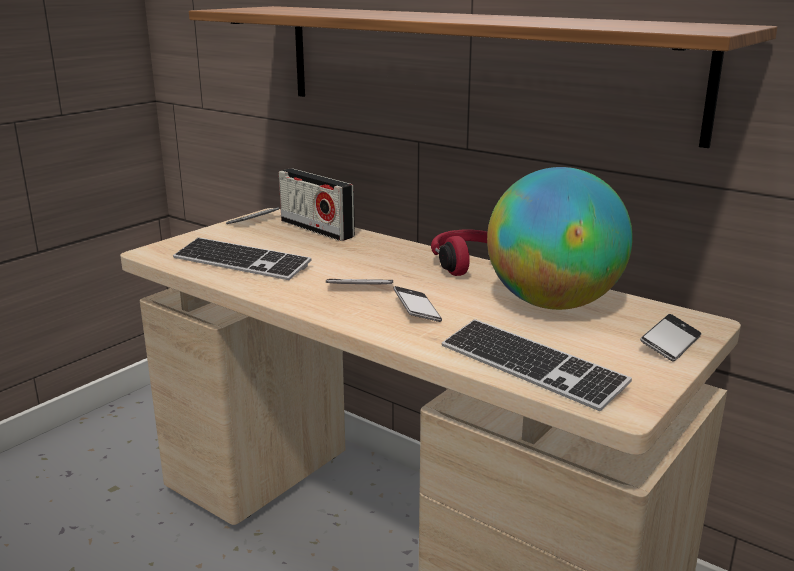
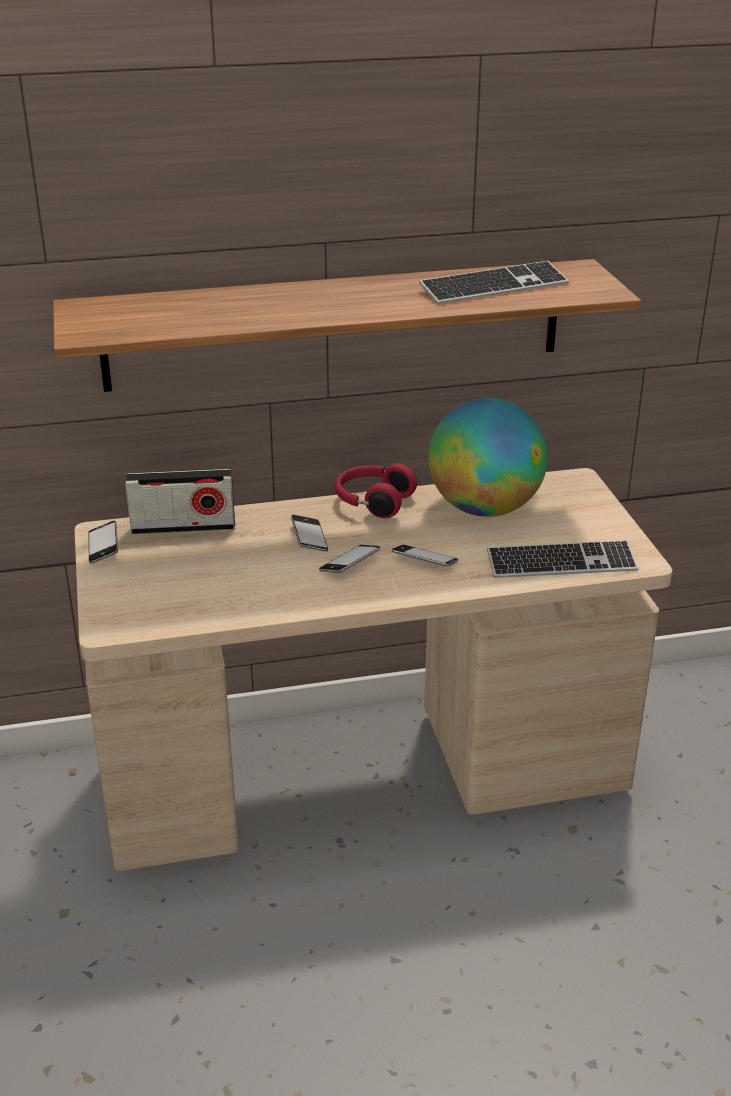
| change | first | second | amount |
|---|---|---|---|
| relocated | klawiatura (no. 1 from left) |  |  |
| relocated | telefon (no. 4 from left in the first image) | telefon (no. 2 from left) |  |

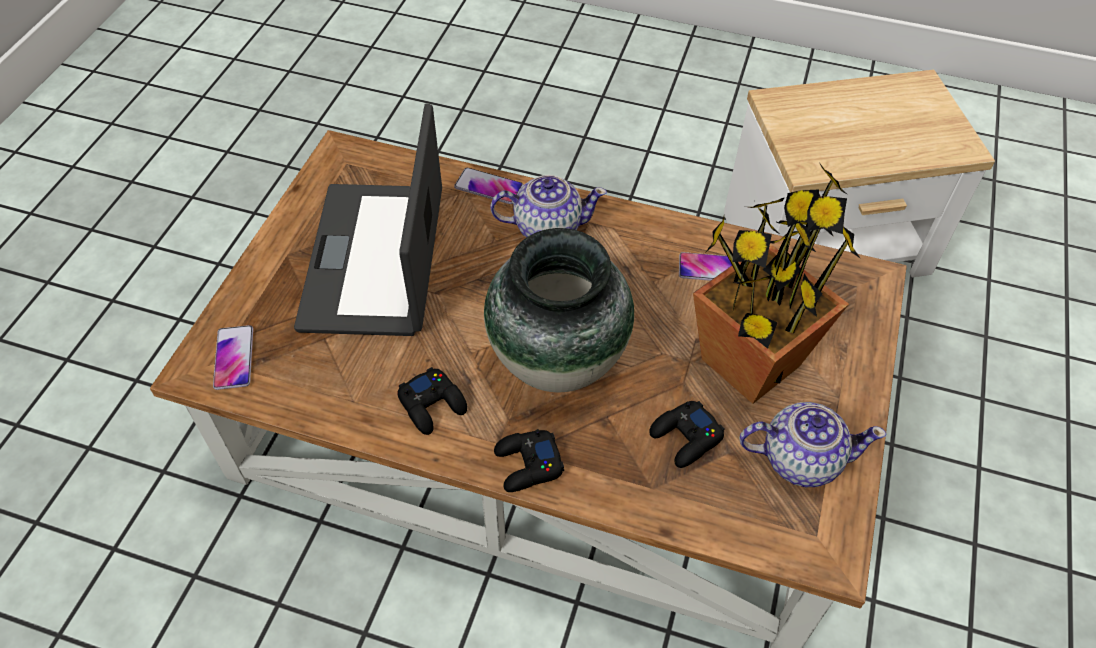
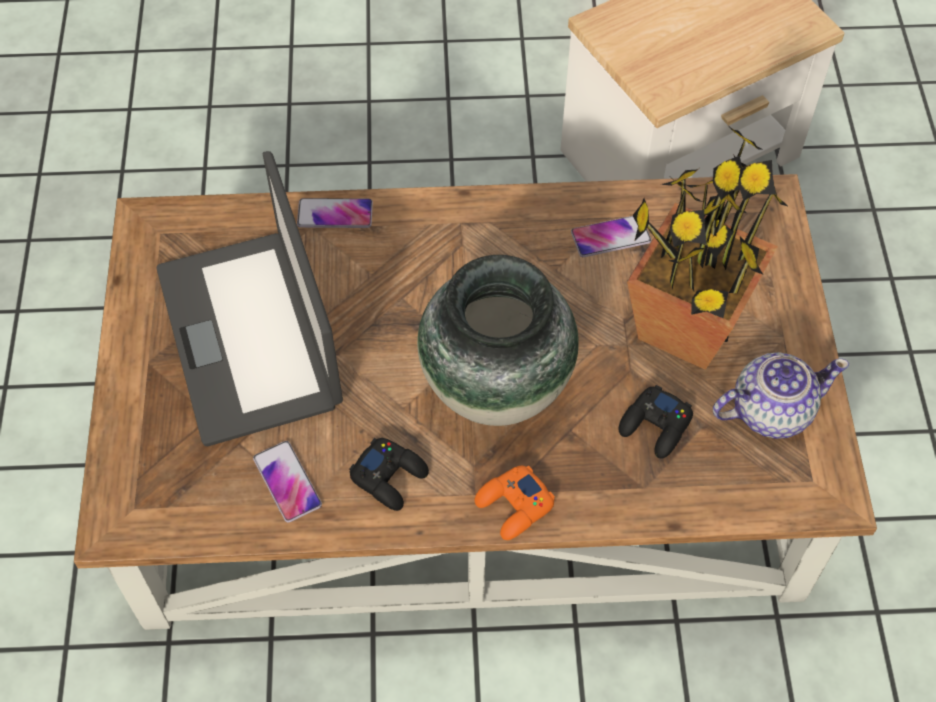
| change | first | second | amount |
|---|---|---|---|
| missing | imbryk (no. 1 from left) |  |  |
| relocated | telefon (no. 1 from left) |  |  |
| colour | pad do gier [czarny] (no. 2 from left) | pad do gier [pomarańczowy] |  |

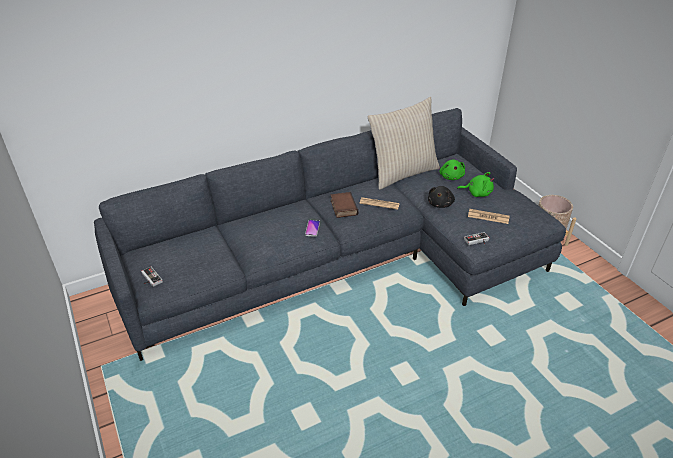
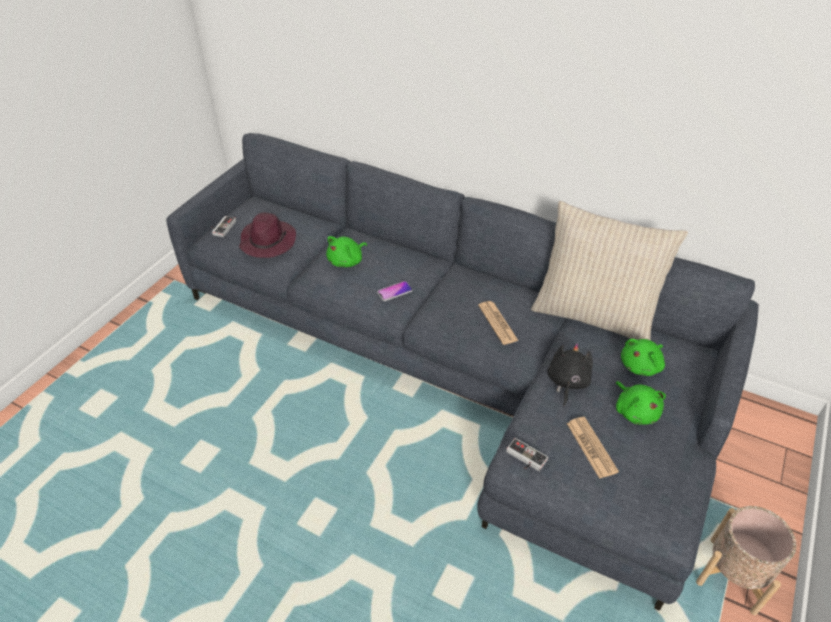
| change | first | second | amount |
|---|---|---|---|
| spun | pluszak [czarny] |  | 120 degrees clockwise |
| missing | książka |  |  |
| appeared |  | kapelusz [fioletowy] |  |
| appeared |  | pluszak [zielony] (no. 1 from left) |  |

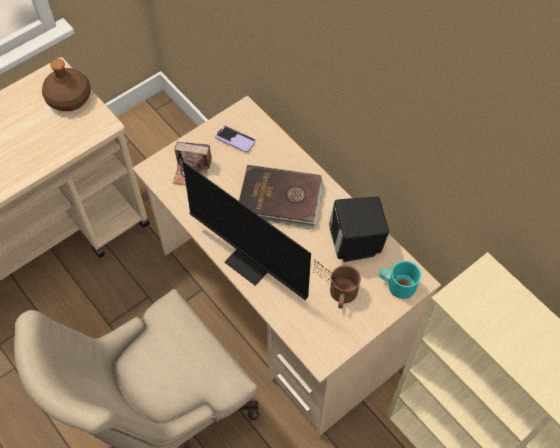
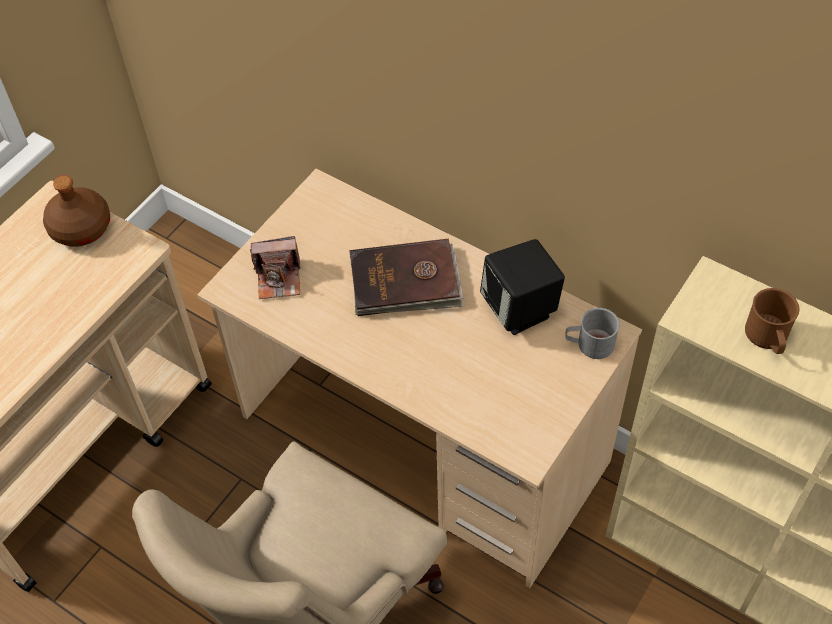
| change | first | second | amount |
|---|---|---|---|
| missing | telefon |  |  |
| missing | monitor |  |  |
| colour | kubek [turkusowy] | kubek [szary] |  |
| relocated | kubek [brązowy] |  |  |

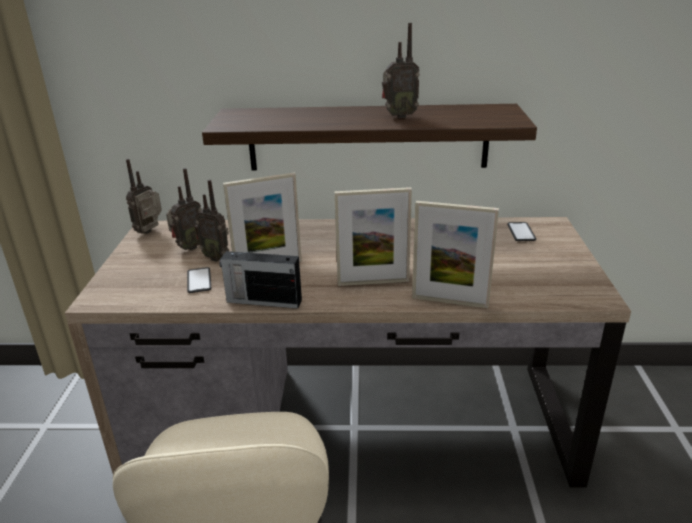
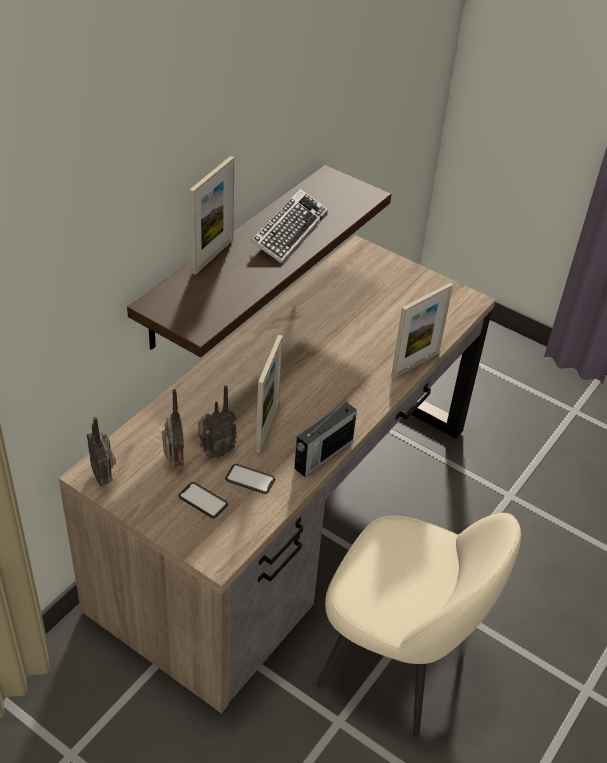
| change | first | second | amount |
|---|---|---|---|
| exchanged | radio (no. 5 from left) | klawiatura |  |
| relocated | ramka na zdjęcie (no. 2 from left in the first image) | ramka na zdjęcie (no. 1 from left) |  |
| relocated | telefon (no. 2 from left in the first image) | telefon (no. 1 from left) |  |

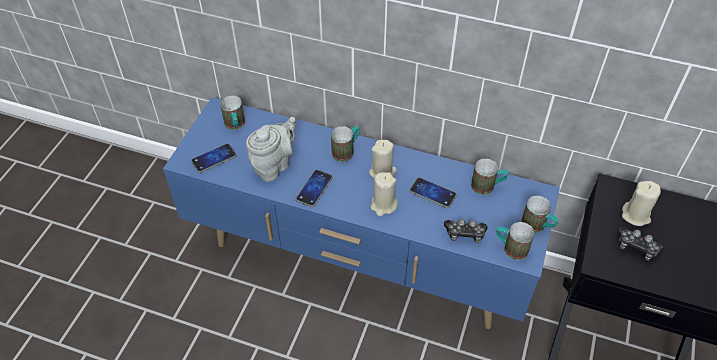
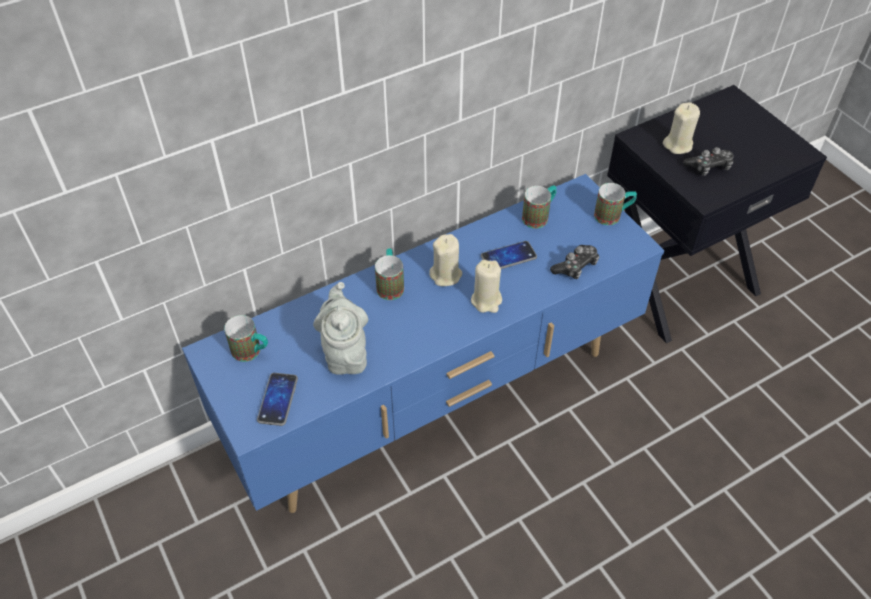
| change | first | second | amount |
|---|---|---|---|
| missing | telefon (no. 2 from left) |  |  |
| missing | kubek (no. 4 from left) |  |  |

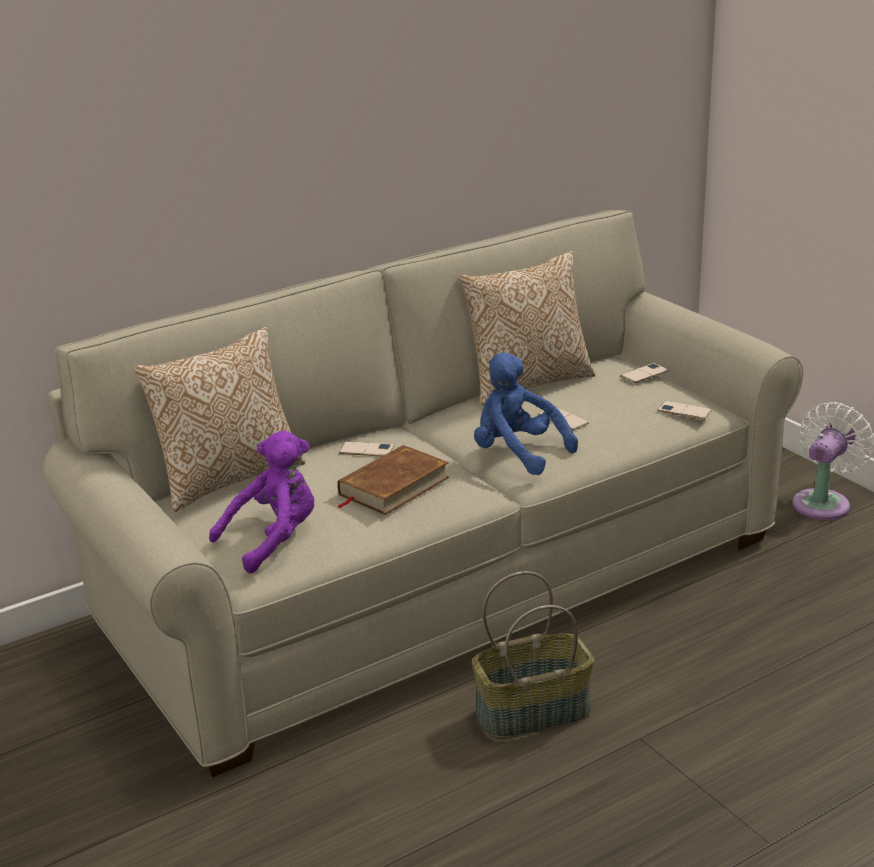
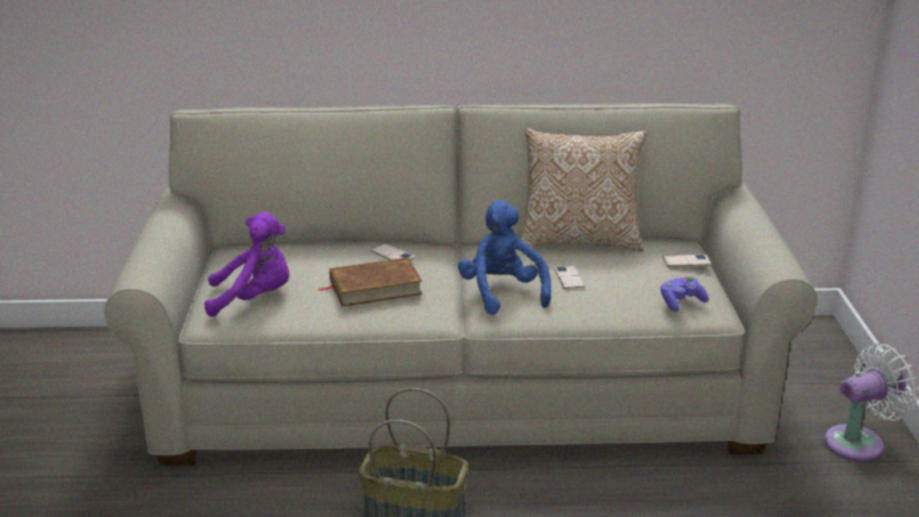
| change | first | second | amount |
|---|---|---|---|
| missing | poduszka (no. 1 from left) |  |  |
| exchanged | telefon (no. 4 from left) | pad do gier [fioletowy] |  |

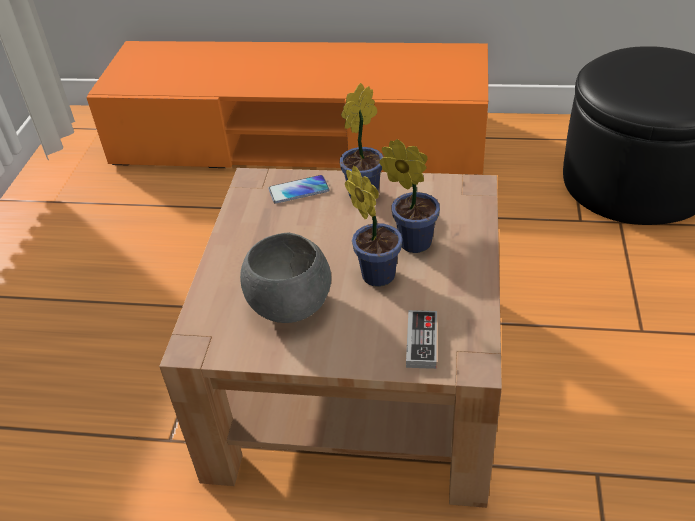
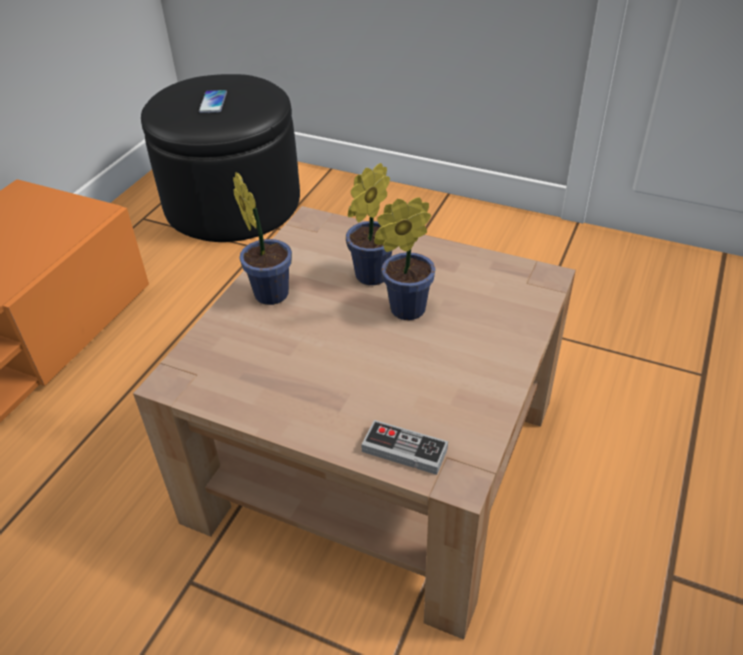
| change | first | second | amount |
|---|---|---|---|
| relocated | telefon |  |  |
| missing | miska [szary] |  |  |
| relocated | pad do gier |  |  |

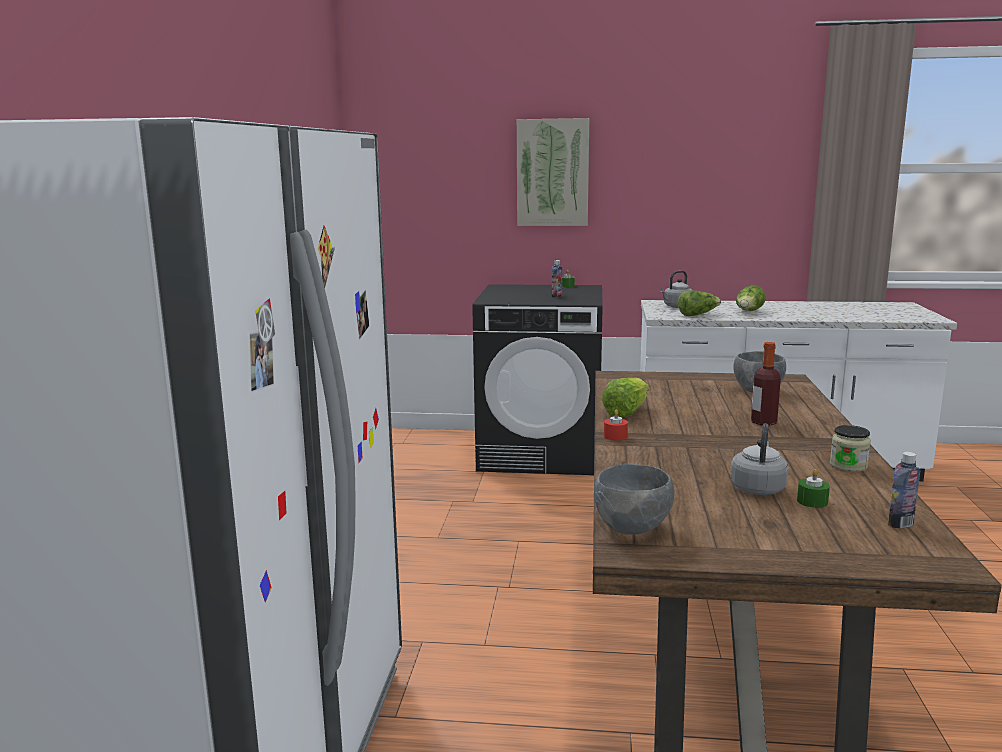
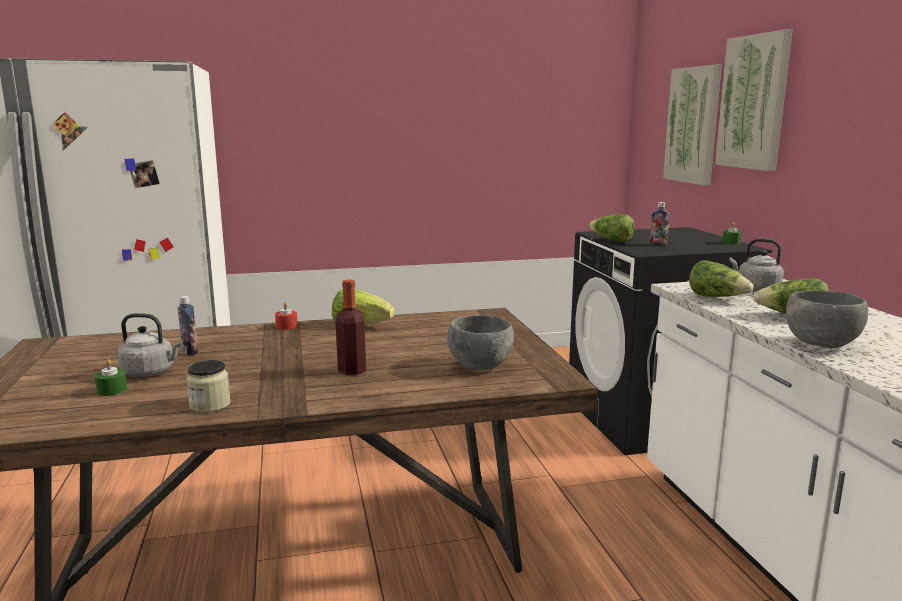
| change | first | second | amount |
|---|---|---|---|
| relocated | butelka (no. 3 from left in the first image) | butelka (no. 1 from left) |  |
| relocated | miska [szary] (no. 1 from left in the first image) | miska [szary] (no. 2 from left) |  |
| appeared |  | obraz (no. 1 from left) |  |
| appeared |  | sałata (no. 2 from left) |  |

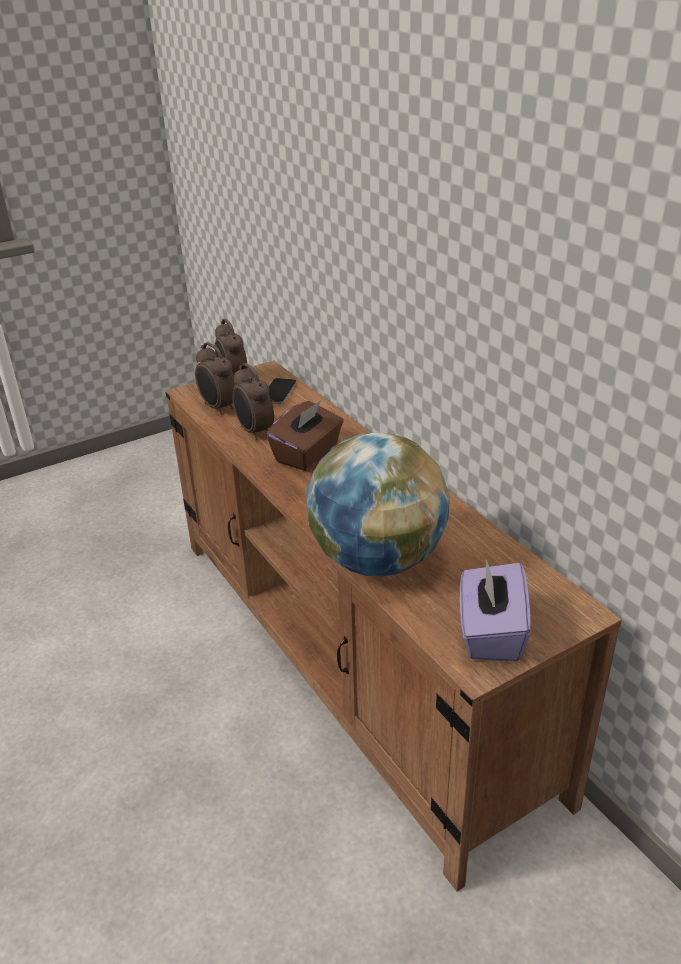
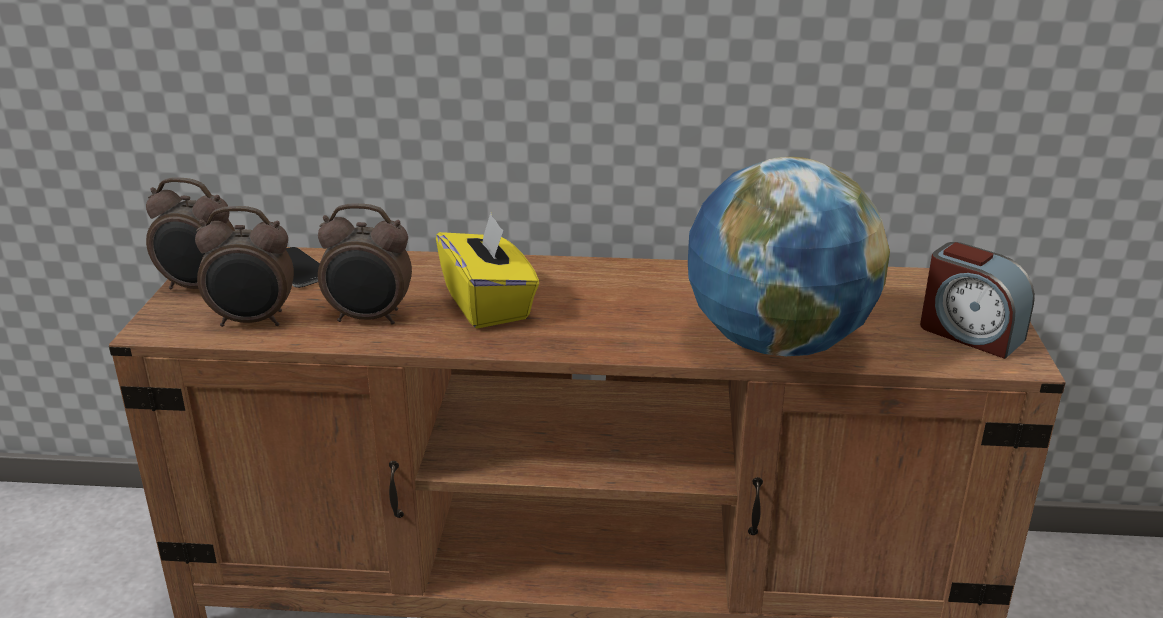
| change | first | second | amount |
|---|---|---|---|
| colour | pudełko chusteczek [brązowy] | pudełko chusteczek [żółty] |  |
| exchanged | pudełko chusteczek [fioletowy] | budzik (no. 4 from left) |  |

